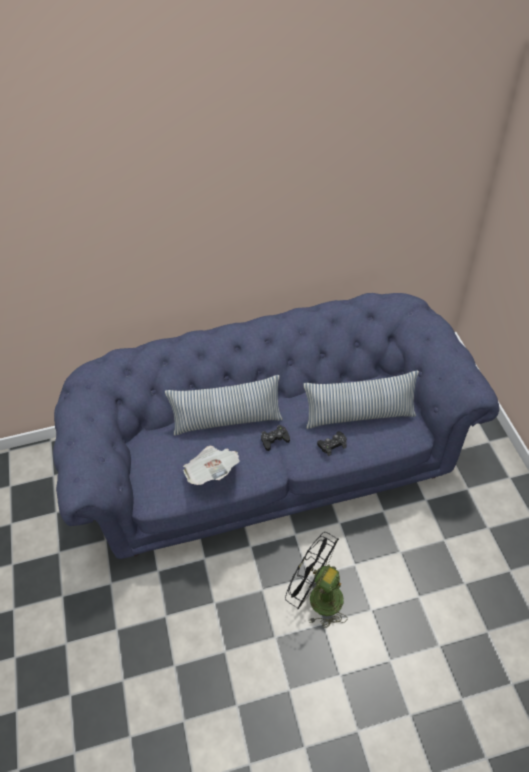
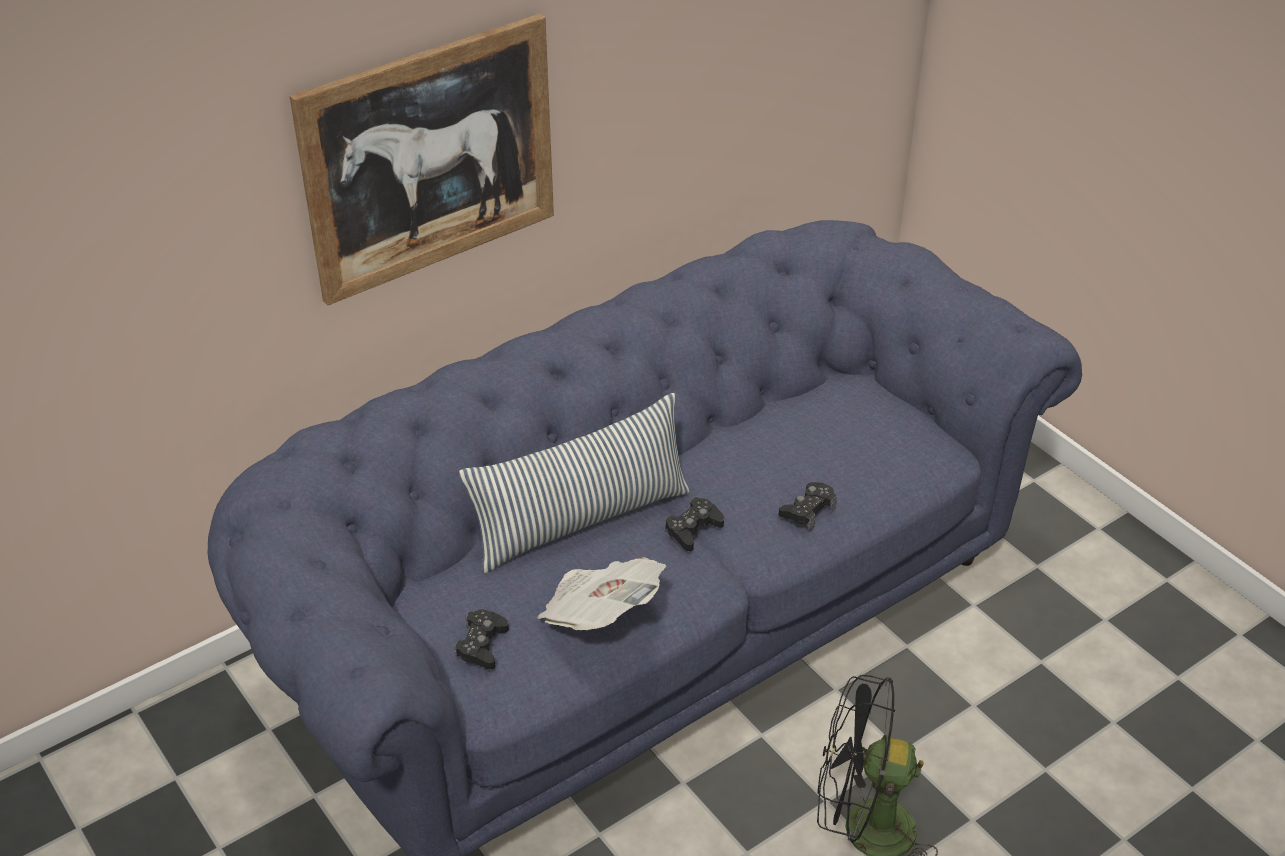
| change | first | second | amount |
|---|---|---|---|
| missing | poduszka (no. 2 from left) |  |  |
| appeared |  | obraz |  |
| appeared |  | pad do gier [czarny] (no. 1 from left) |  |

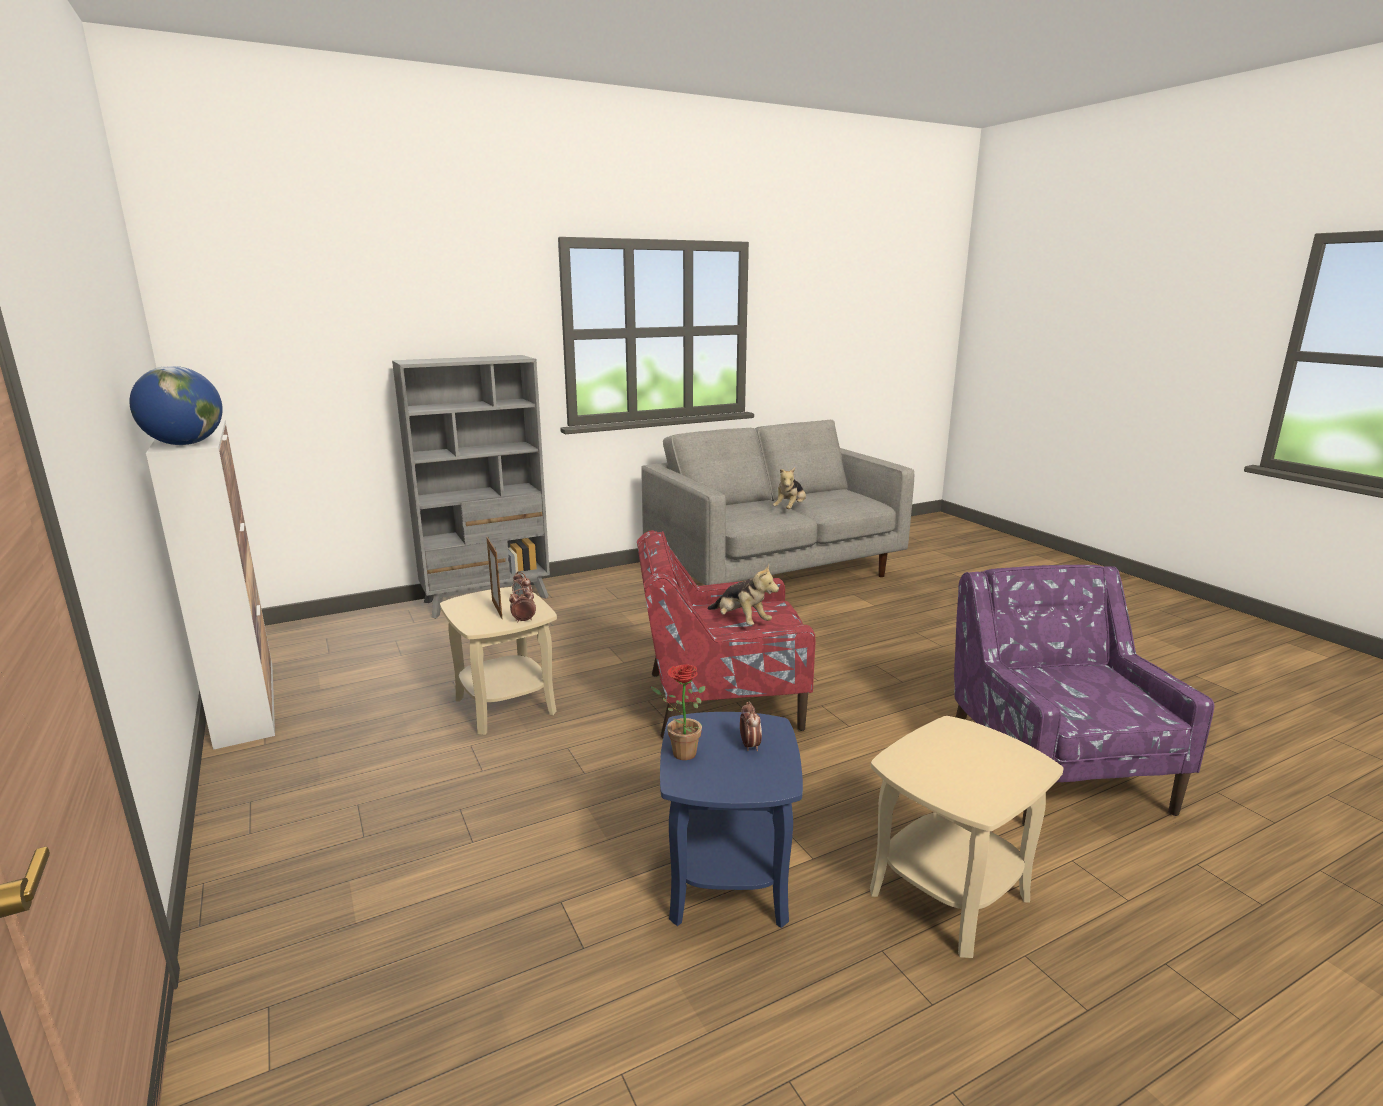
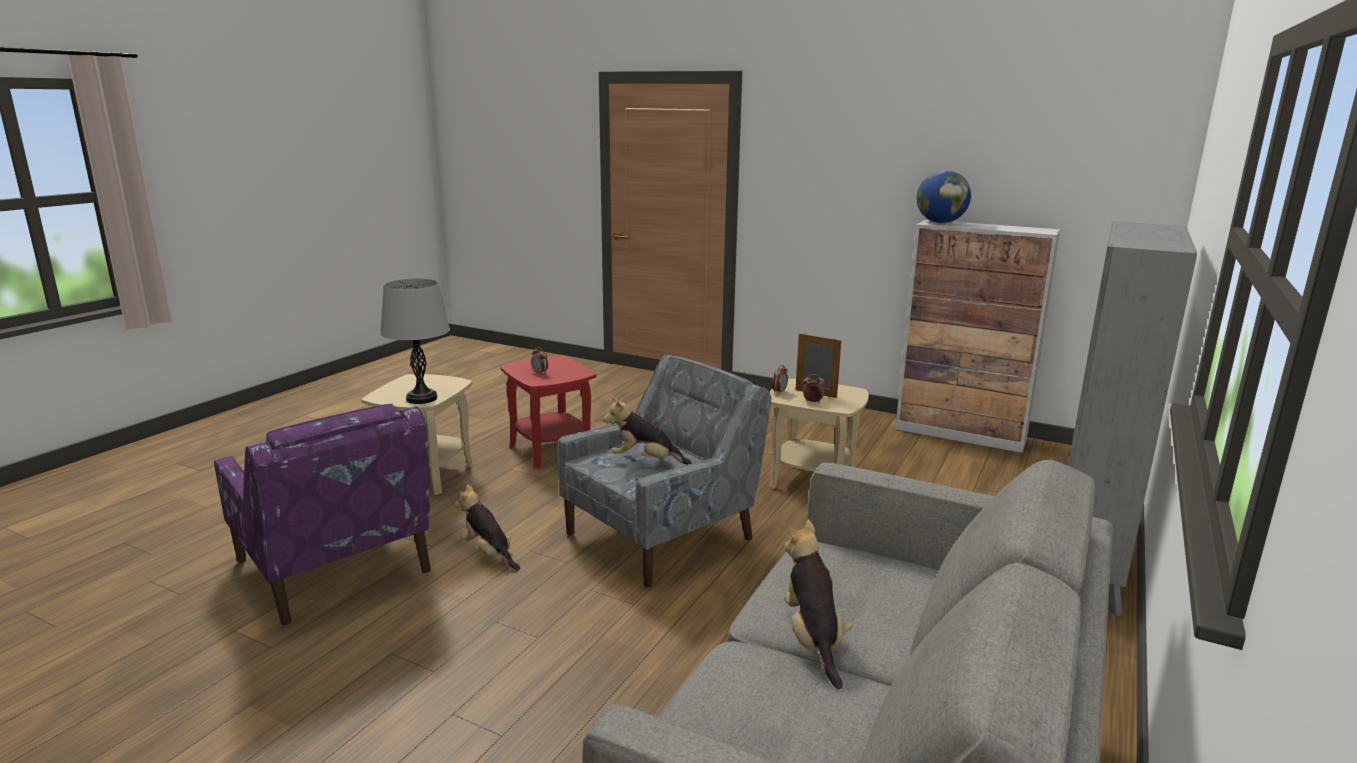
| change | first | second | amount |
|---|---|---|---|
| colour | fotel [czerwony] | fotel [szary] |  |
| missing | roślina doniczkowa |  |  |
| colour | stolik [niebieski] | stolik [czerwony] |  |
| appeared |  | lampa stołowa [szary] |  |
| appeared |  | pluszak (no. 1 from left) |  |

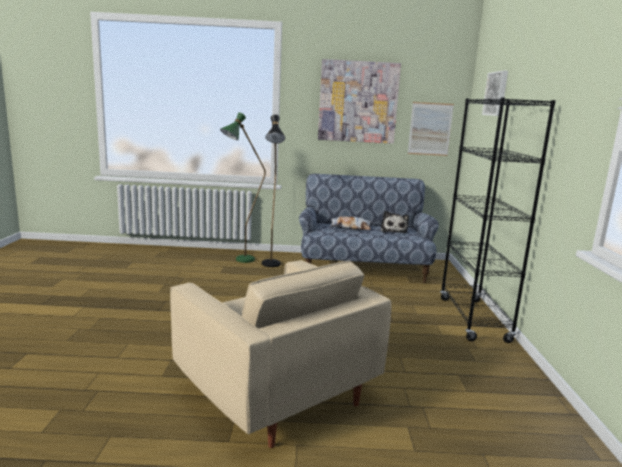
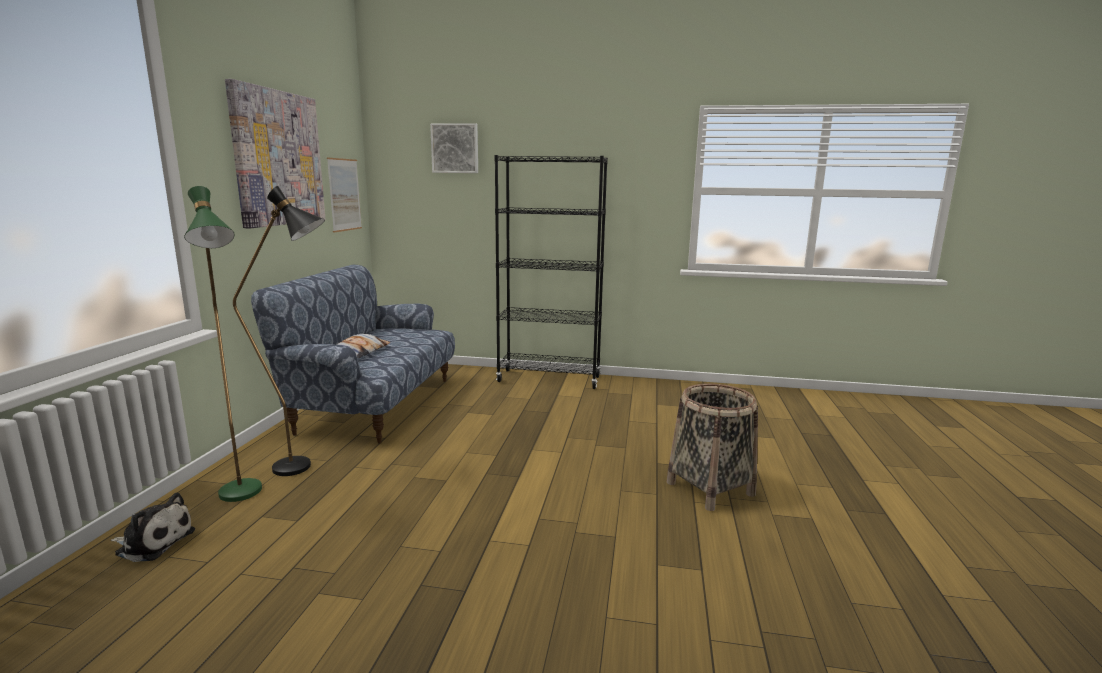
| change | first | second | amount |
|---|---|---|---|
| relocated | pluszak |  |  |
| exchanged | fotel [beżowy] | koszyk |  |

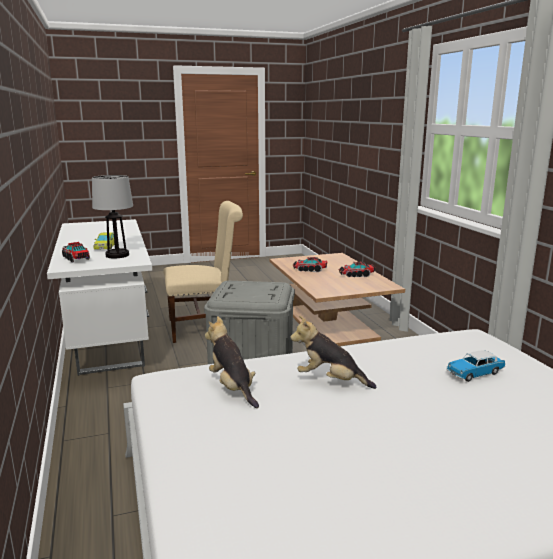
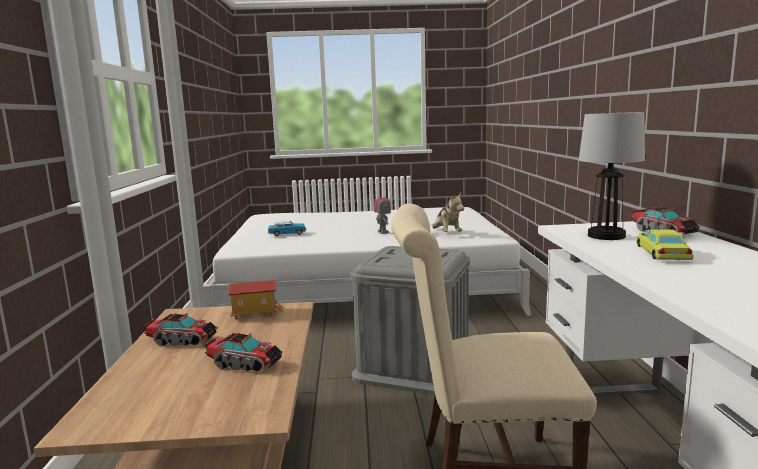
| change | first | second | amount |
|---|---|---|---|
| exchanged | pluszak (no. 2 from left) | robot zabawkowy |  |
| appeared |  | domek |  |

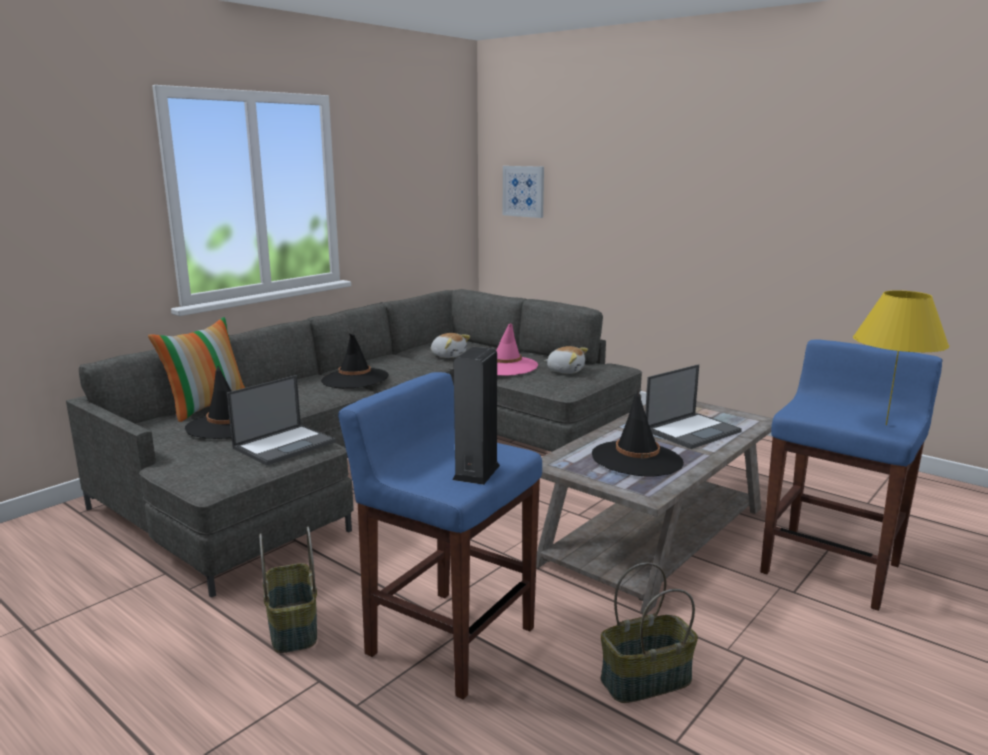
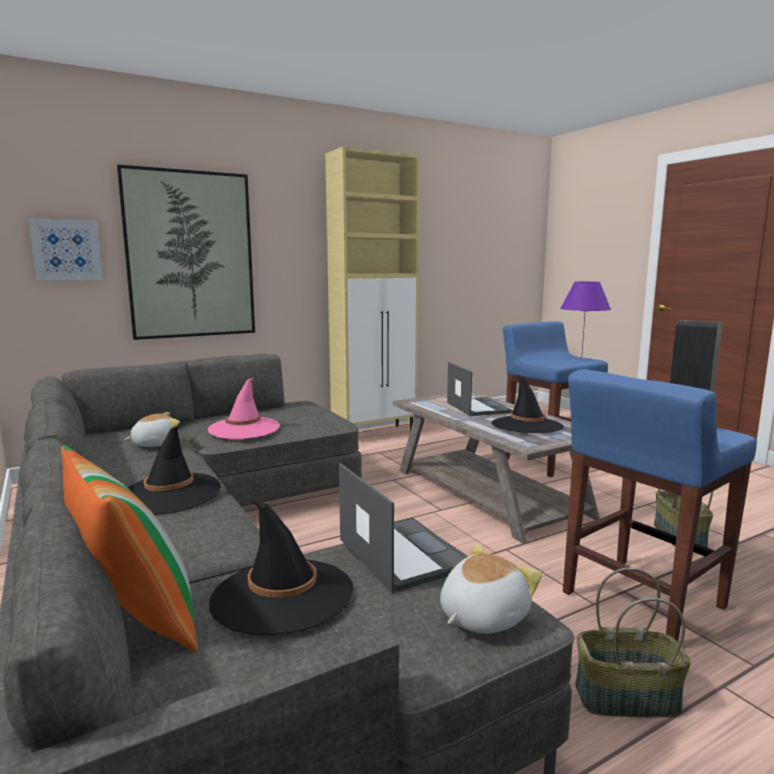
| change | first | second | amount |
|---|---|---|---|
| colour | lampa stołowa [żółty] | lampa stołowa [fioletowy] |  |
| relocated | pluszak (no. 2 from left) |  |  |
| appeared |  | szafka [beżowy] |  |
| appeared |  | obraz (no. 2 from left) |  |

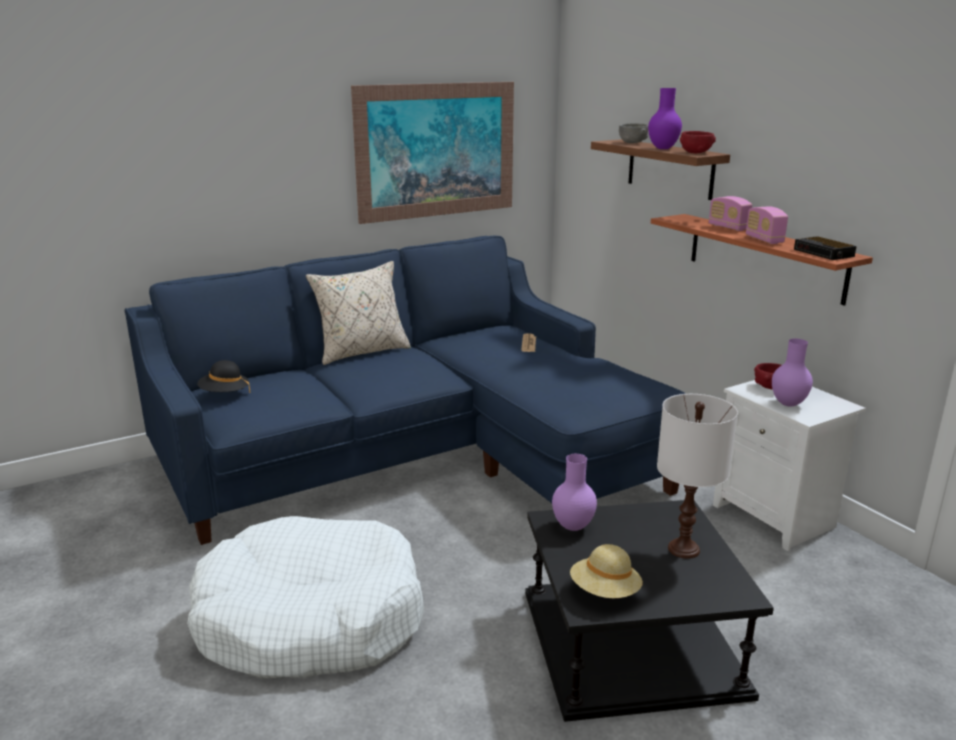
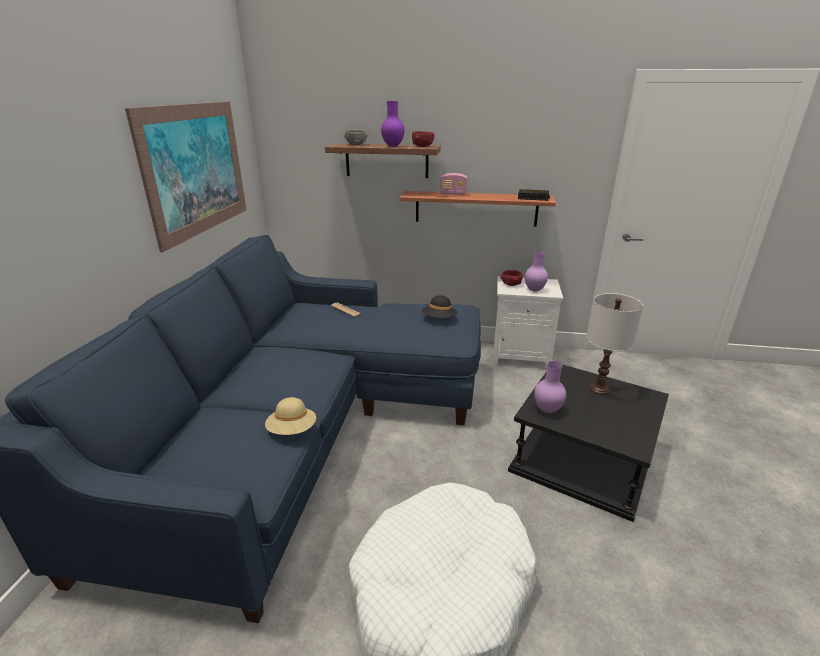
| change | first | second | amount |
|---|---|---|---|
| missing | radio (no. 2 from left) |  |  |
| missing | poduszka [beżowy] |  |  |
| relocated | kapelusz [czarny] |  |  |
| relocated | kapelusz [beżowy] |  |  |

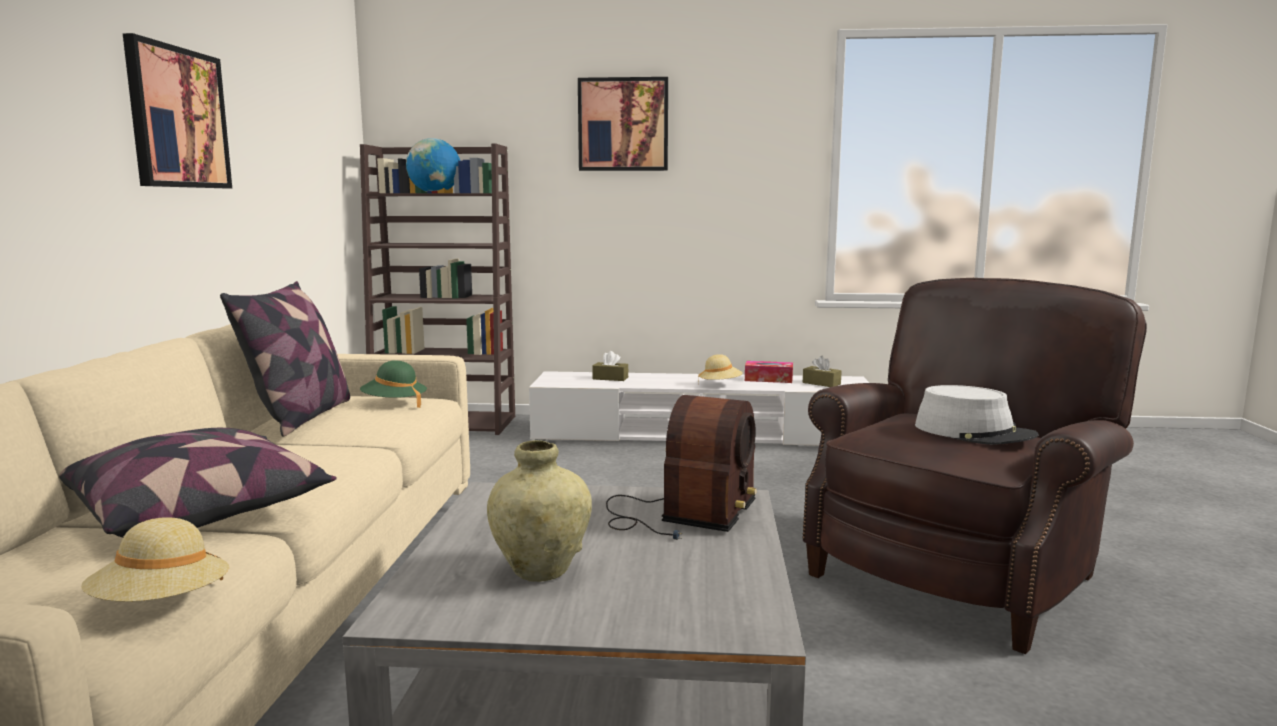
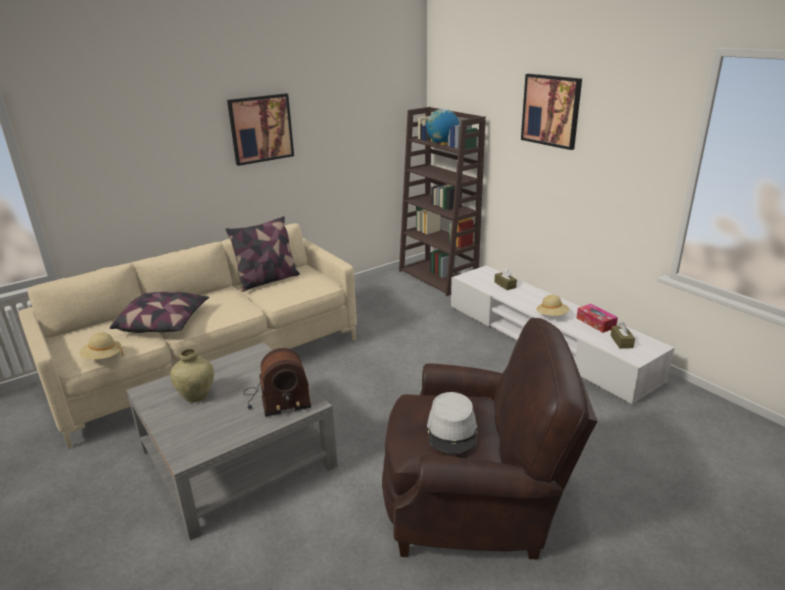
| change | first | second | amount |
|---|---|---|---|
| missing | kapelusz [zielony] |  |  |

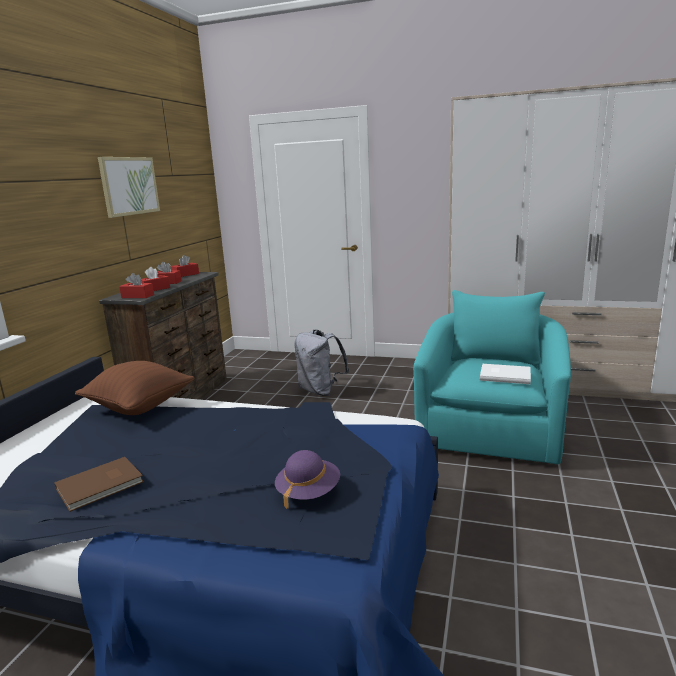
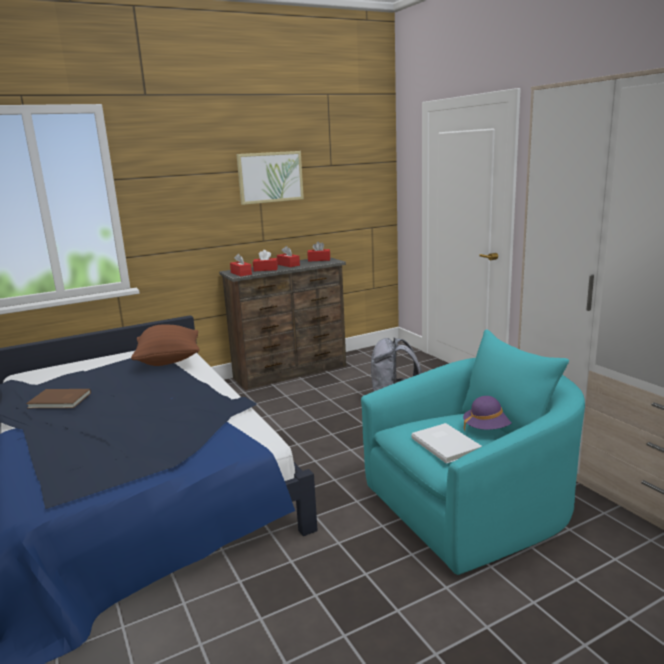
| change | first | second | amount |
|---|---|---|---|
| relocated | kapelusz [fioletowy] |  |  |

